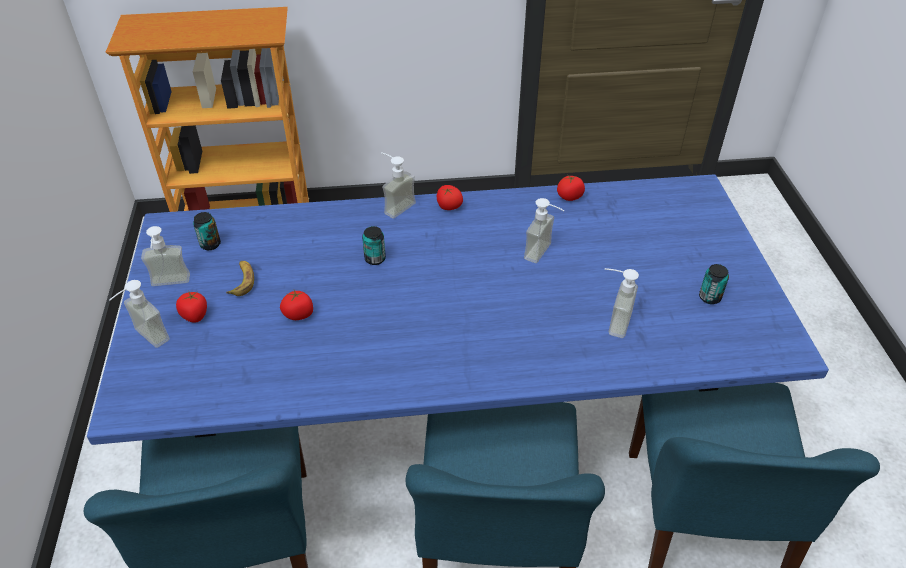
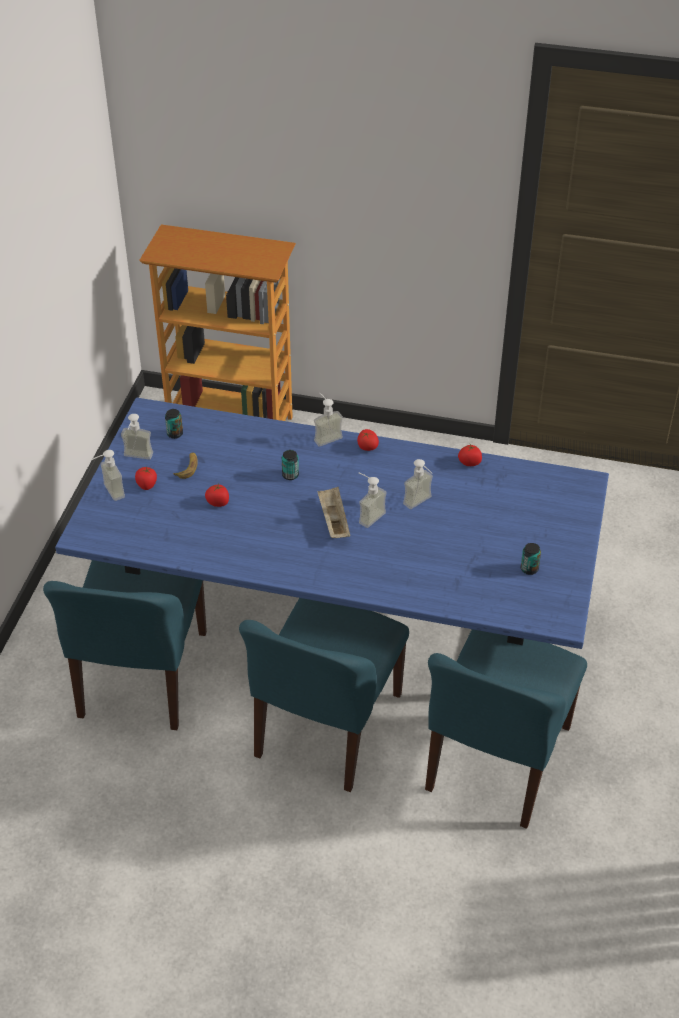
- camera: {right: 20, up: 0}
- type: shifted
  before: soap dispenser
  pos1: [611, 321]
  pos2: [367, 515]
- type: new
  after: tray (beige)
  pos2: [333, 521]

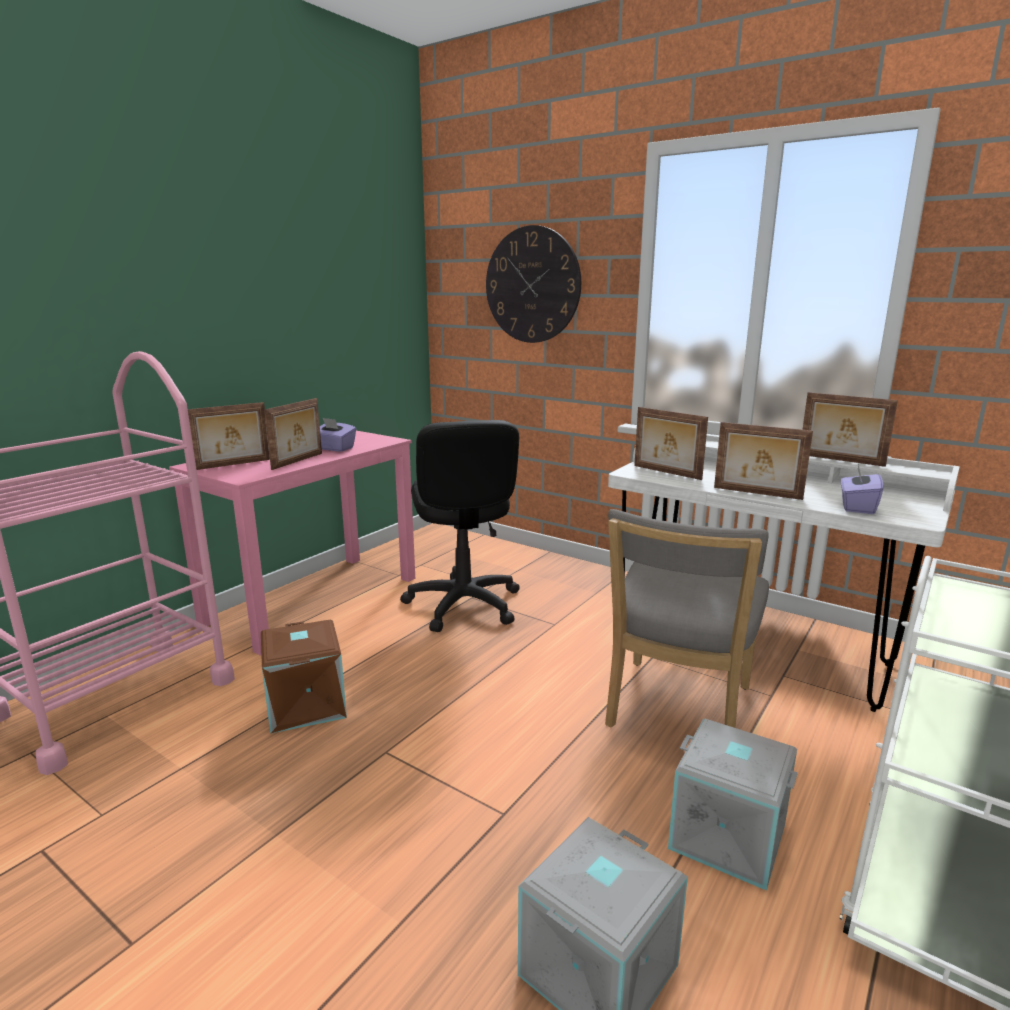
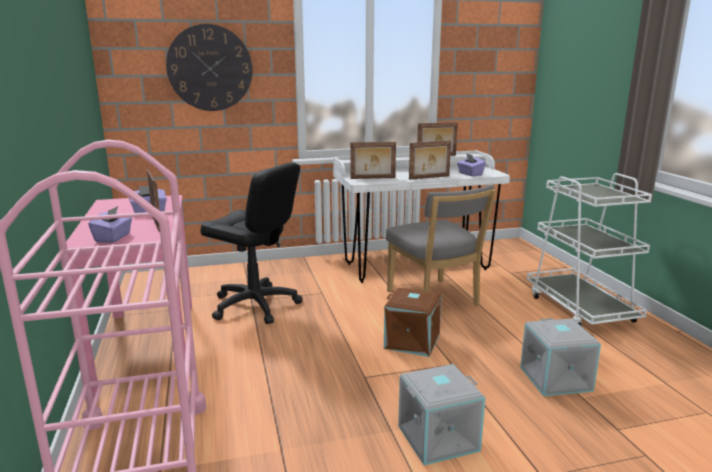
- camera: {right: -50, up: 0}
- type: swapped
  before: picture frame
  after: tissue box (purple)
  pos1: [233, 465]
  pos2: [113, 238]
- type: shifted
  before: storage box (brown)
  pos1: [308, 705]
  pos2: [412, 341]
- type: shifted
  before: storage box (grey)
  pos1: [729, 835]
  pos2: [438, 437]

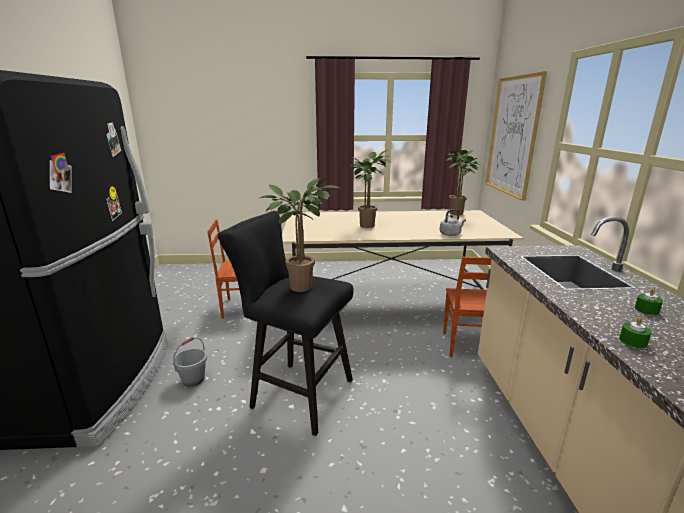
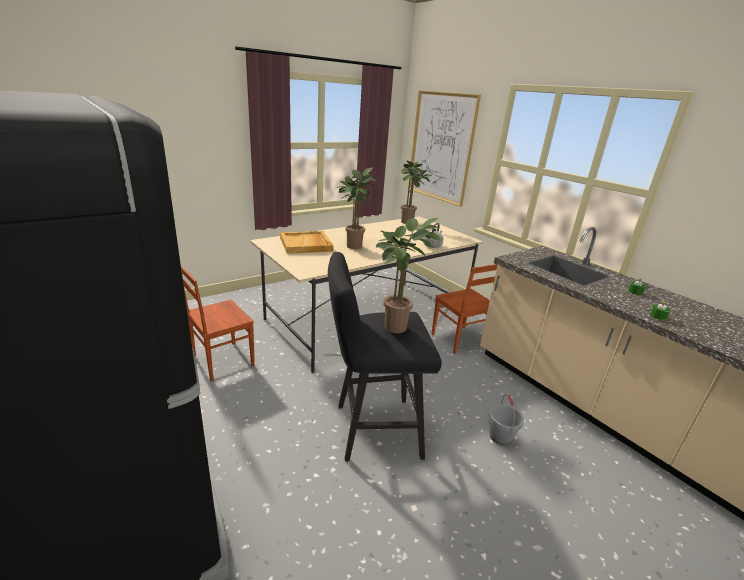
- camera: {right: -35, up: 5}
- type: shifted
  before: bucket (grey)
  pos1: [193, 379]
  pos2: [501, 437]
- type: new
  after: tray (beige)
  pos2: [306, 244]

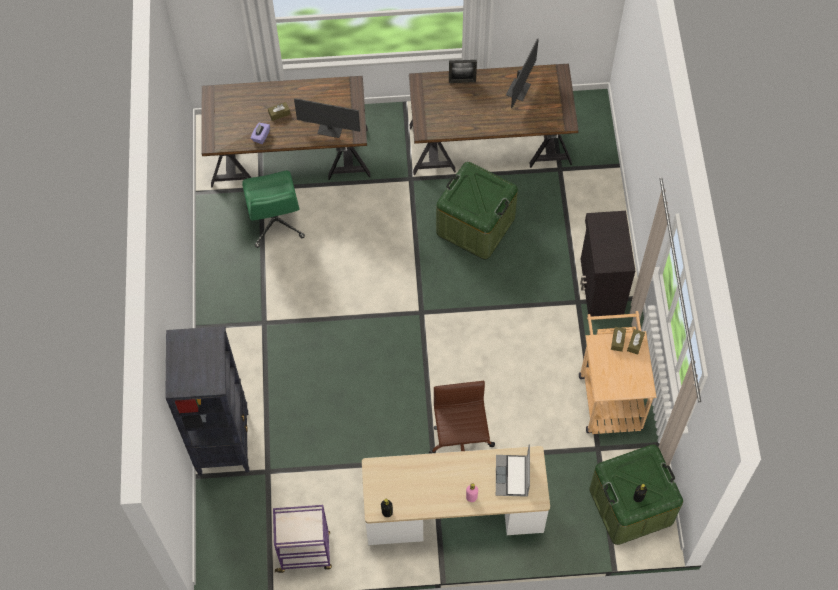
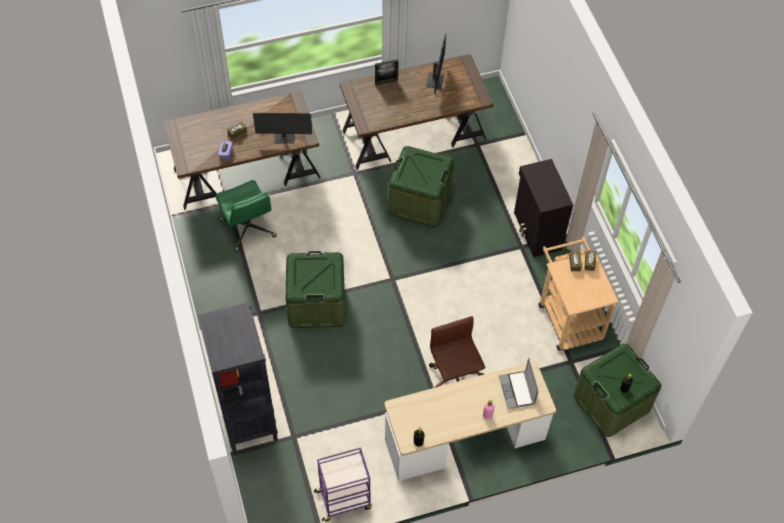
- camera: {right: -15, up: -5}
- type: new
  after: storage box (green)
  pos2: [316, 304]

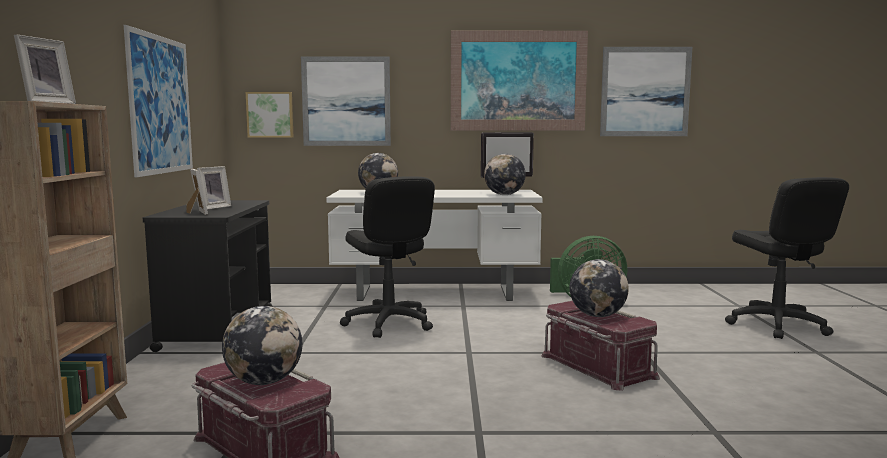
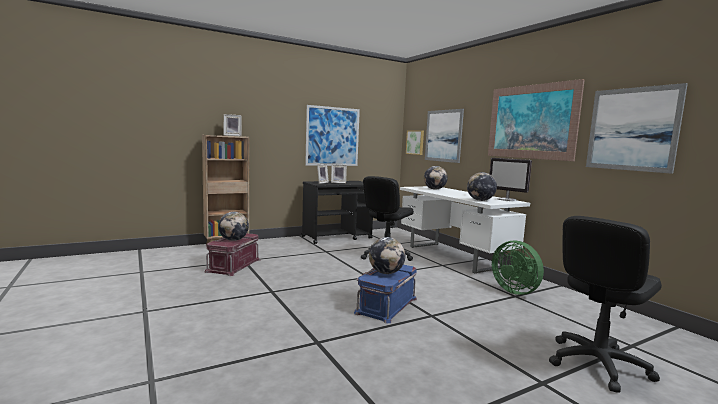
- camera: {right: 60, up: 0}
- type: repainted
  before: storage box (red)
  after: storage box (blue)
  pos1: [596, 366]
  pos2: [386, 305]

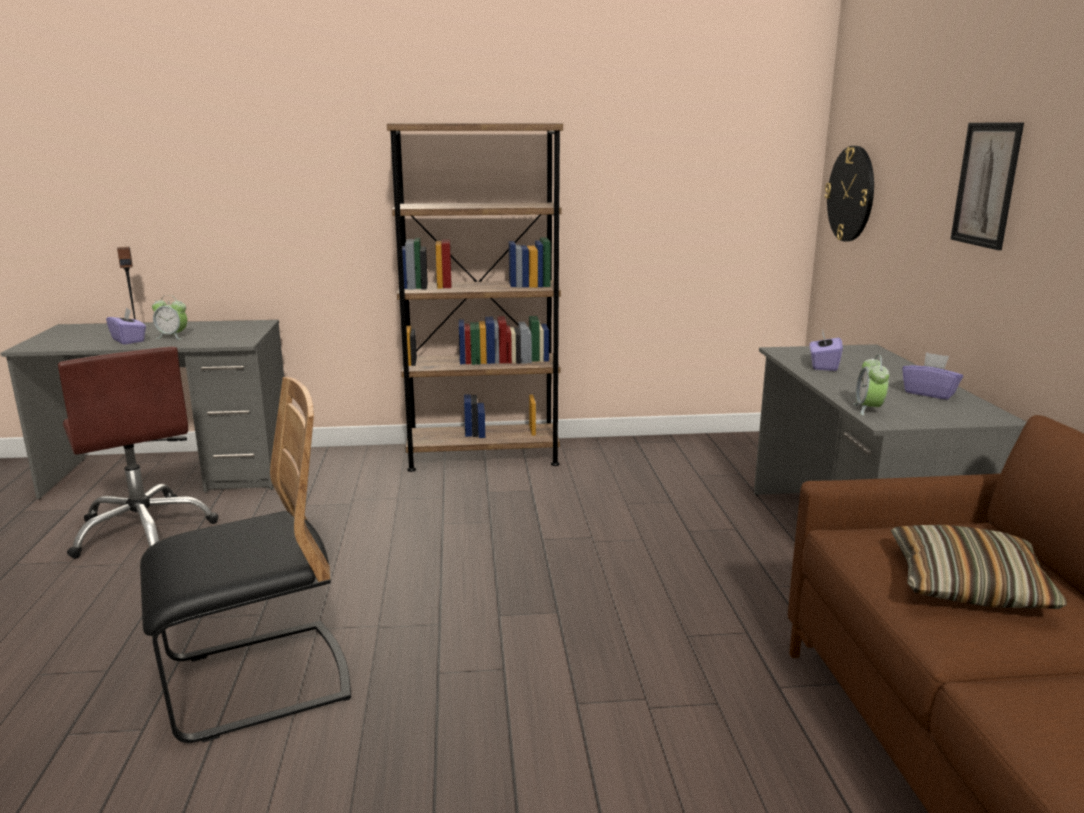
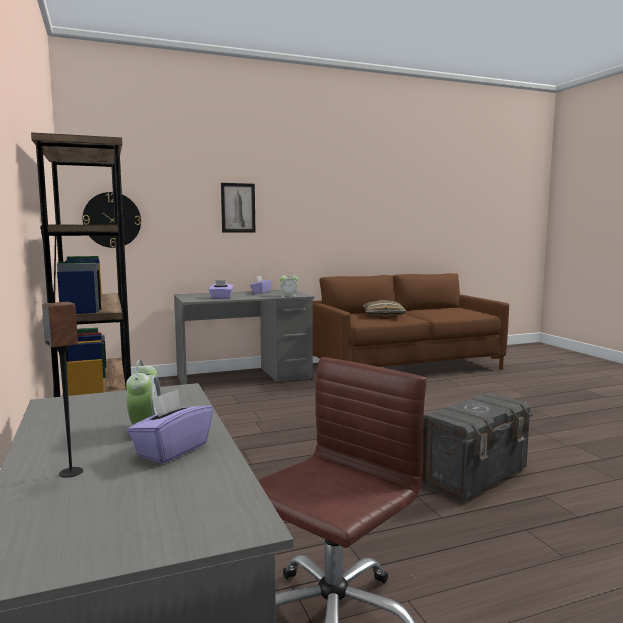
- camera: {right: -105, up: -10}
- type: swapped
  before: chair (black)
  after: storage box (grey)
  pos1: [256, 682]
  pos2: [475, 477]

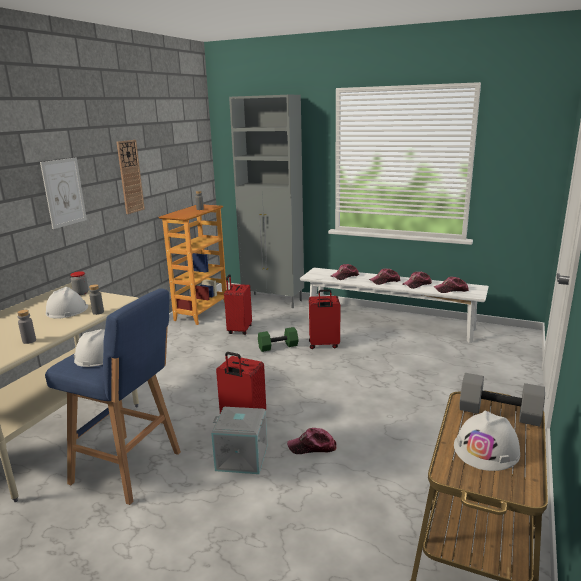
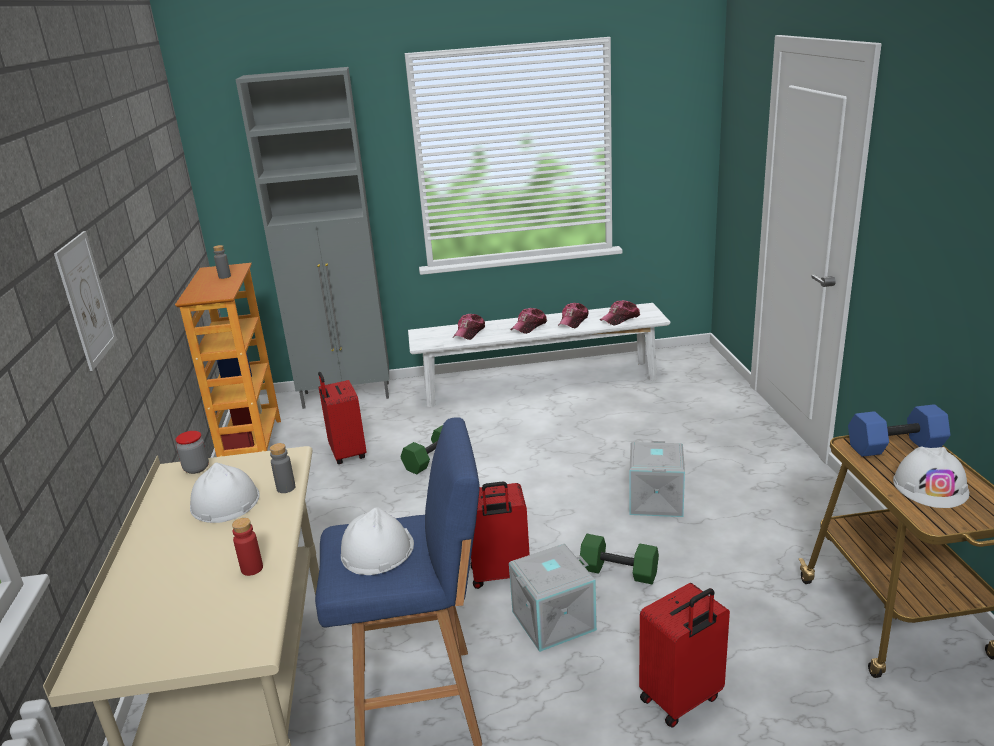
- camera: {right: -30, up: 5}
- type: gone
  before: wall clock
  pos1: [130, 177]
- type: shifted
  before: suitcase (red)
  pos1: [324, 345]
  pos2: [682, 700]
- type: repainted
  before: bottle (grey)
  after: bottle (red)
  pos1: [29, 341]
  pos2: [252, 568]
- type: repainted
  before: dumbbell (grey)
  after: dumbbell (blue)
  pos1: [498, 413]
  pos2: [895, 447]
- type: swapped
  before: cap
  after: dumbbell (green)
  pos1: [312, 447]
  pos2: [620, 571]
- type: new
  after: storage box (grey)
  pos2: [654, 500]

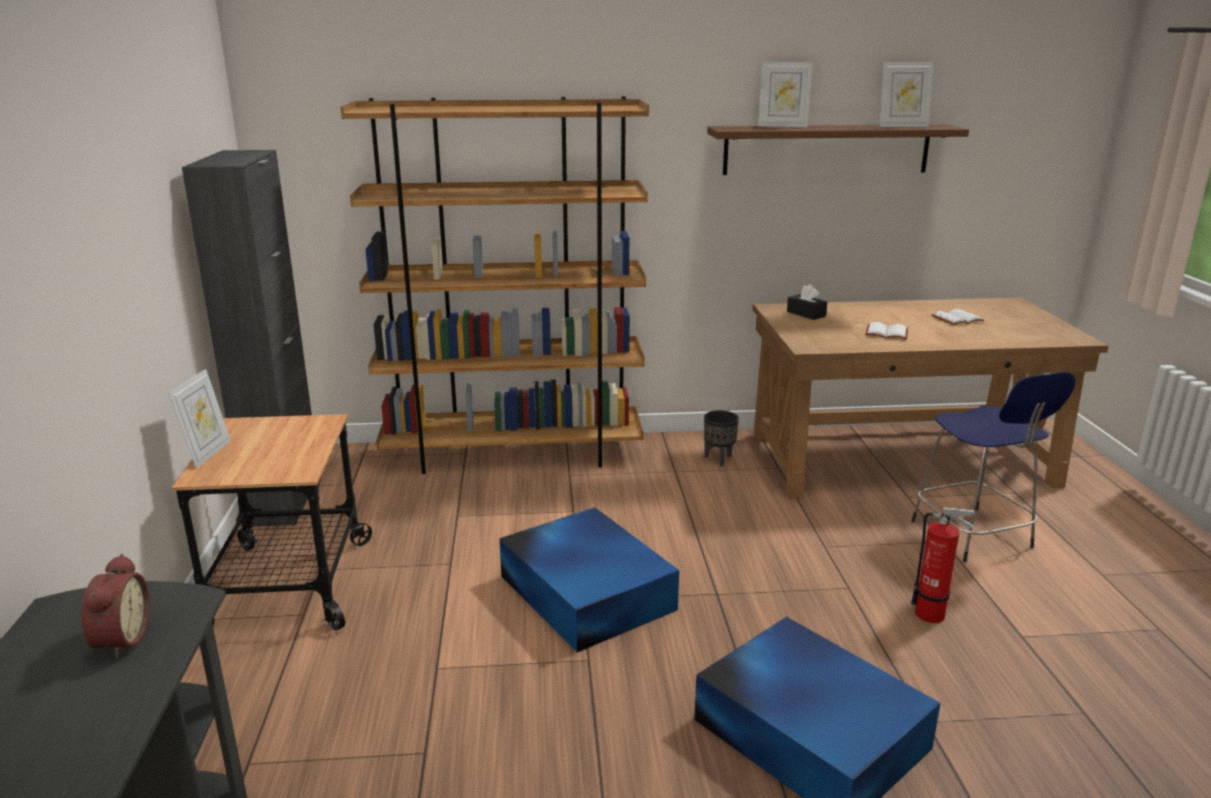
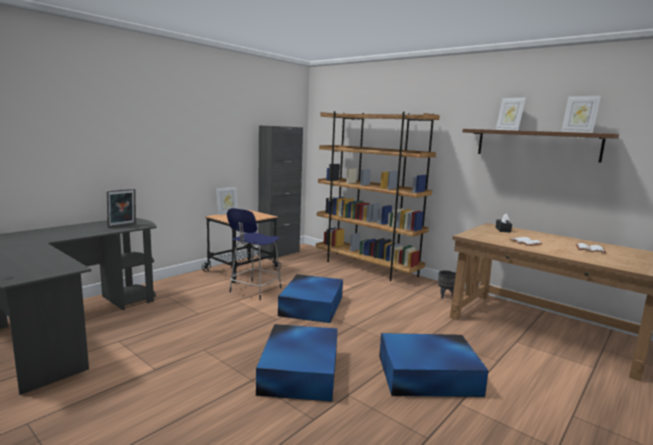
- camera: {right: 45, up: -10}
- type: shifted
  before: stool (blue)
  pos1: [973, 536]
  pos2: [254, 290]
- type: swapped
  before: fire extinguisher
  after: storage box (blue)
  pos1: [933, 616]
  pos2: [429, 375]
- type: swapped
  before: alarm clock
  after: picture frame
  pos1: [119, 640]
  pos2: [122, 225]

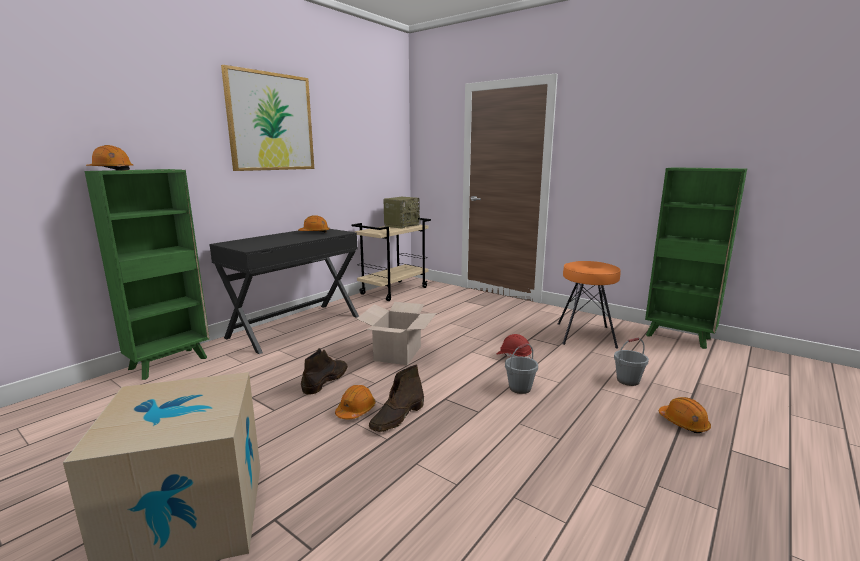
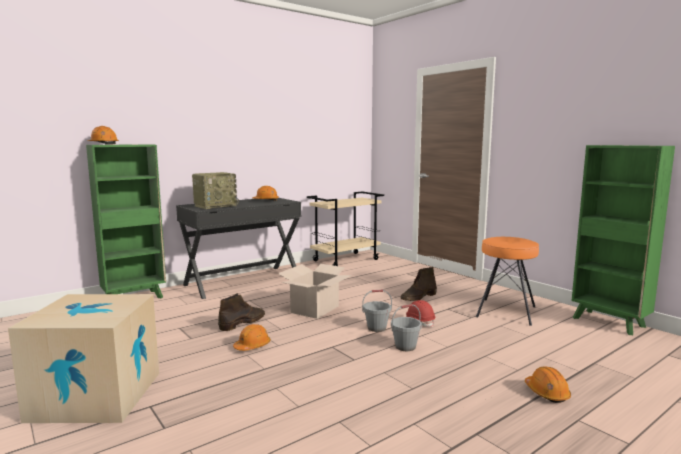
- camera: {right: 15, up: -5}
- type: gone
  before: picture
  pos1: [271, 122]
- type: shifted
  before: radio
  pos1: [402, 225]
  pos2: [216, 206]
- type: shifted
  before: bucket (grey)
  pos1: [627, 380]
  pos2: [377, 328]
- type: shifted
  before: boot (brown)
  pos1: [397, 417]
  pos2: [418, 297]

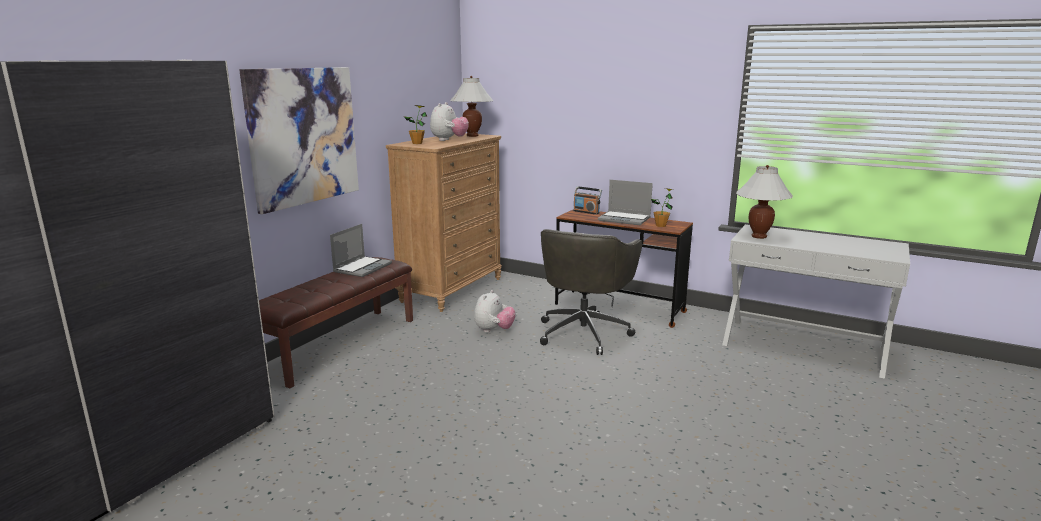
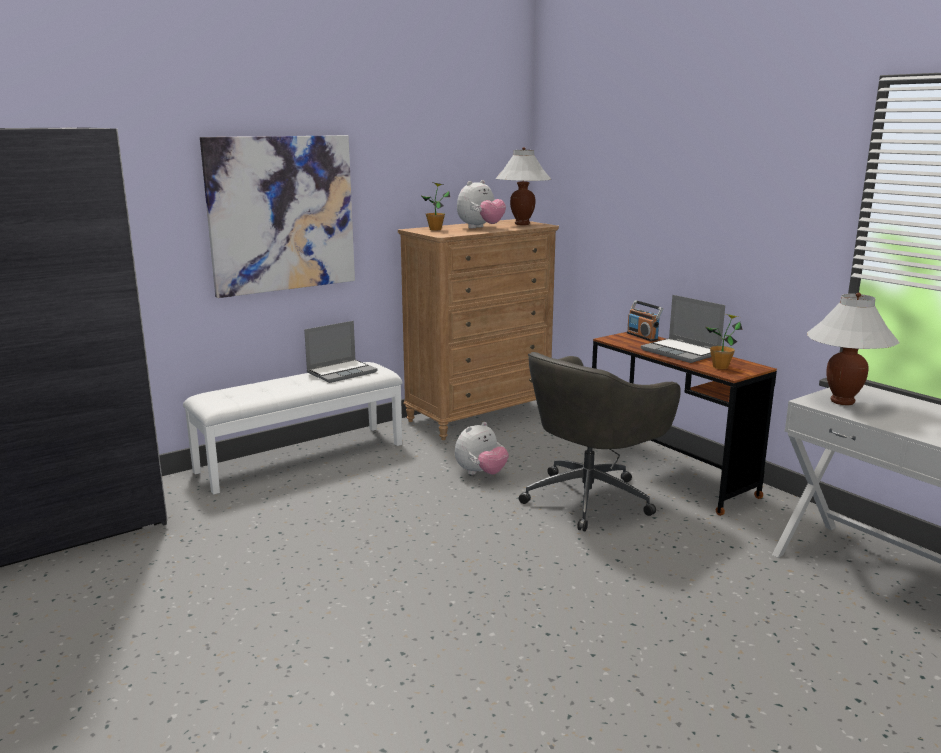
- camera: {right: 25, up: 0}
- type: repainted
  before: bench (brown)
  after: bench (white)
  pos1: [338, 345]
  pos2: [301, 457]

